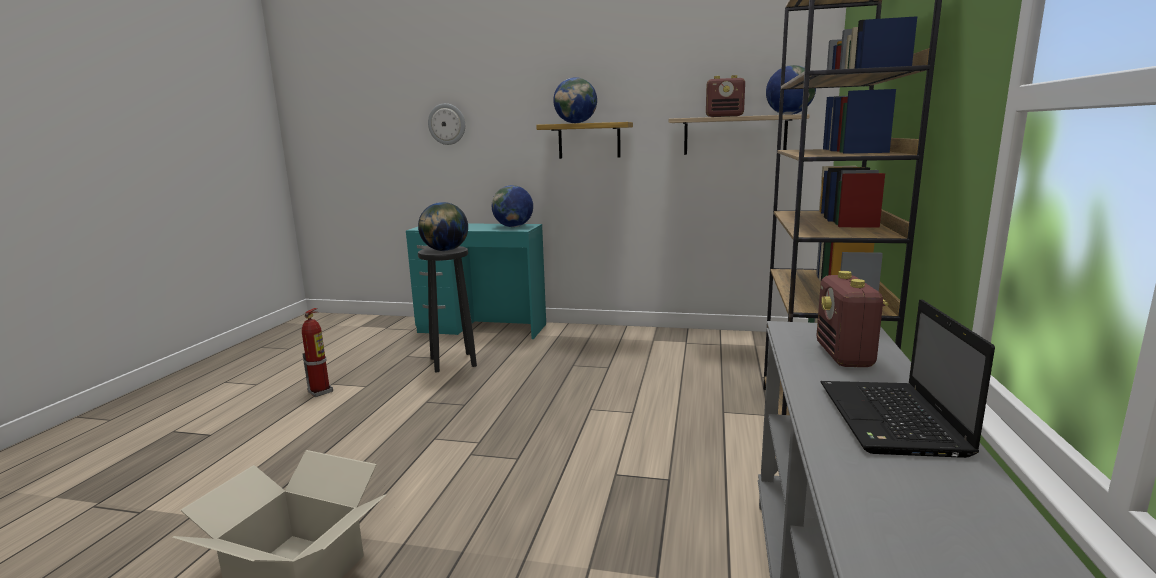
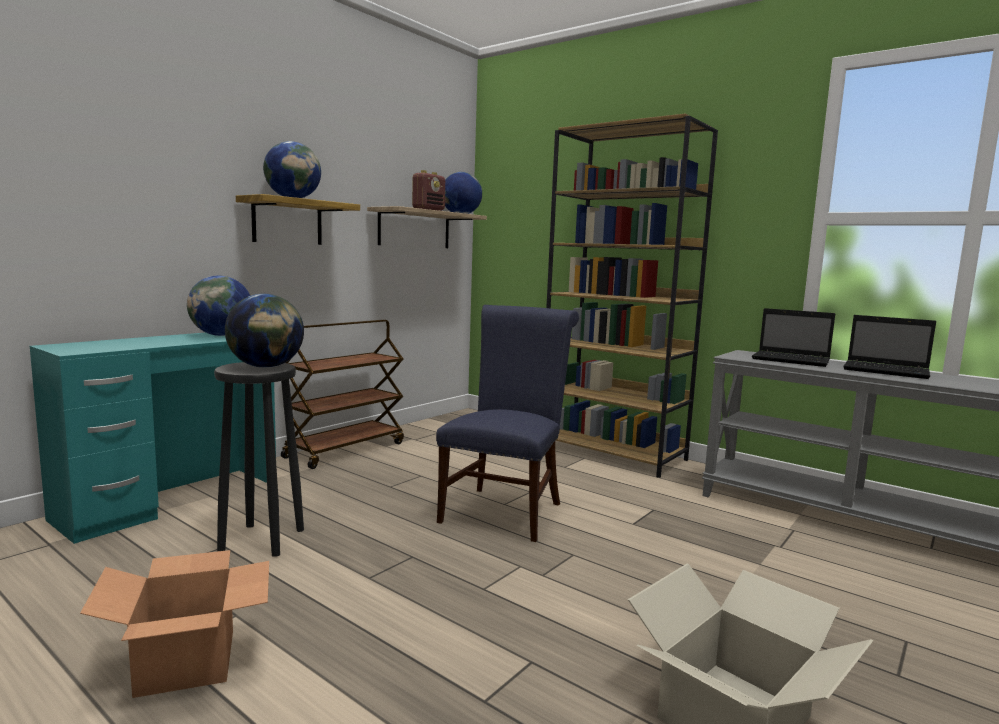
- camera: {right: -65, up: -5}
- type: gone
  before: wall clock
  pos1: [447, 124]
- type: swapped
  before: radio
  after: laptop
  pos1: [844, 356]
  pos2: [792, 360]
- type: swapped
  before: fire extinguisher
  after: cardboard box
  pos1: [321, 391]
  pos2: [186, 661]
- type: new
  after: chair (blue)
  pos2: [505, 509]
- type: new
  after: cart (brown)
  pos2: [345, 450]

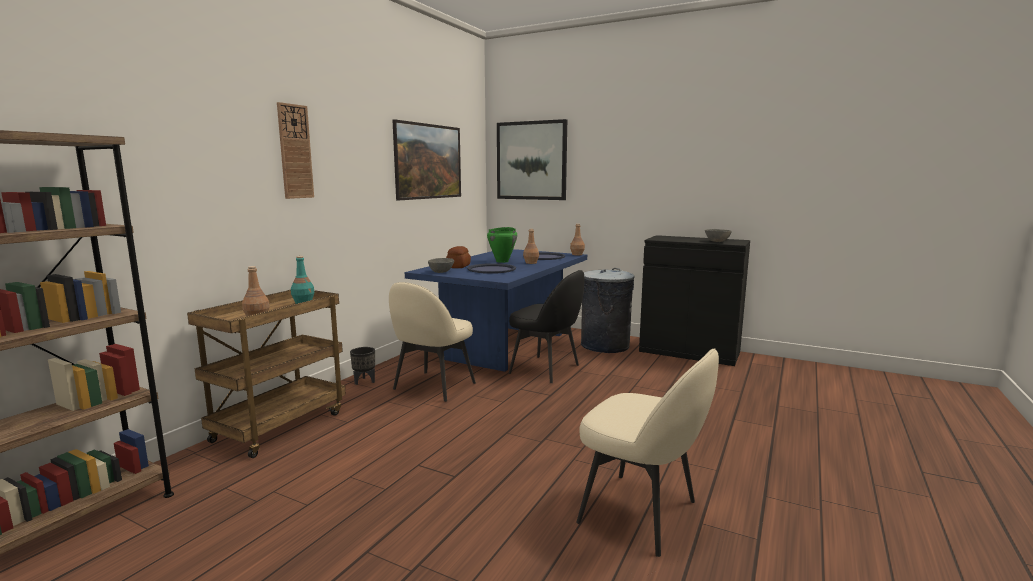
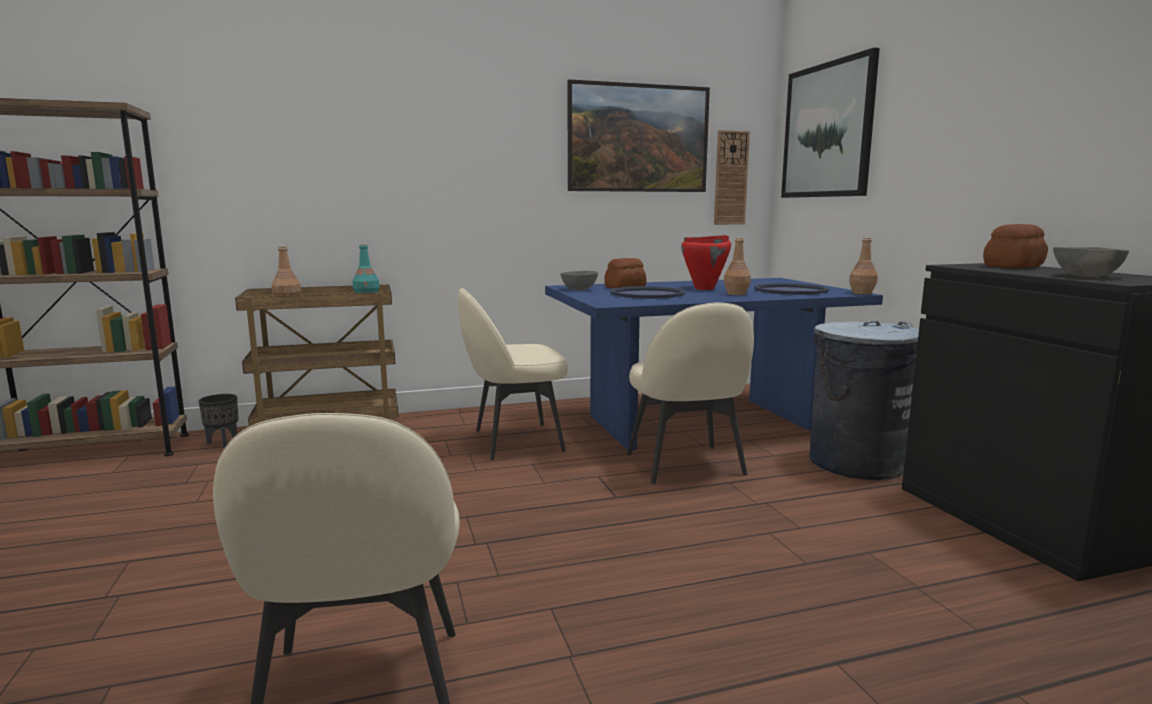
- camera: {right: 45, up: 0}
- type: shifted
  before: wall clock
  pos1: [295, 152]
  pos2: [730, 178]
- type: repainted
  before: cooking pot (green)
  after: cooking pot (red)
  pos1: [502, 261]
  pos2: [705, 288]
- type: repainted
  before: chair (black)
  after: chair (beige)
  pos1: [546, 369]
  pos2: [686, 465]
- type: shifted
  before: planter (black)
  pos1: [364, 381]
  pos2: [223, 442]
- type: new
  after: bread
  pos2: [1012, 266]

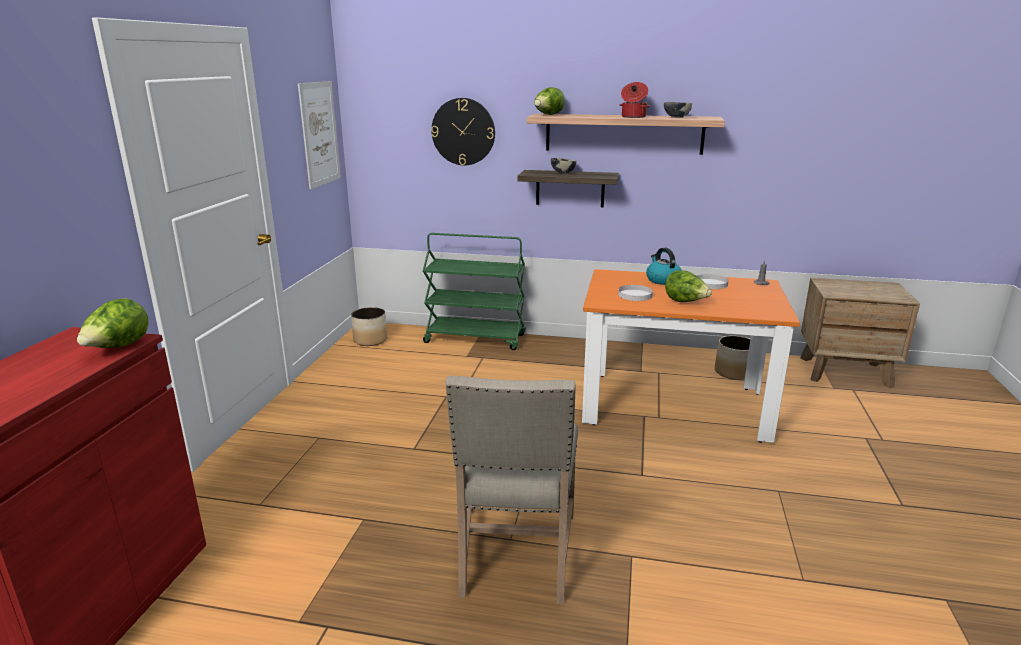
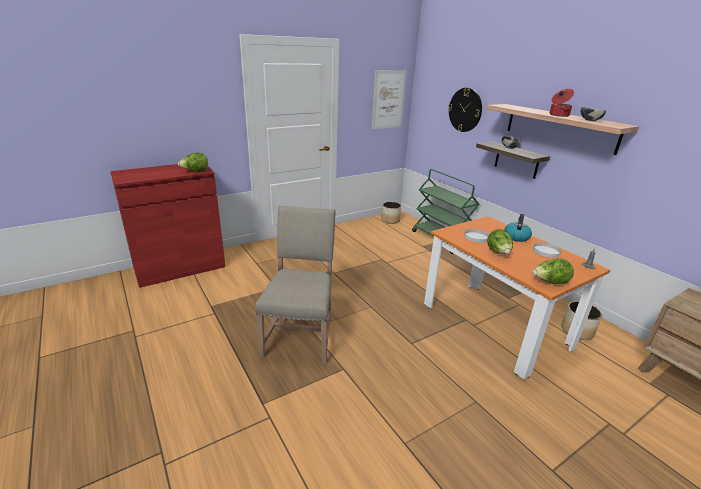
- camera: {right: 45, up: 5}
- type: shifted
  before: lettuce
  pos1: [548, 115]
  pos2: [549, 283]
- type: rotated
  before: chair (beige)
  pos1: [515, 556]
  pos2: [301, 335]
  turn: 135

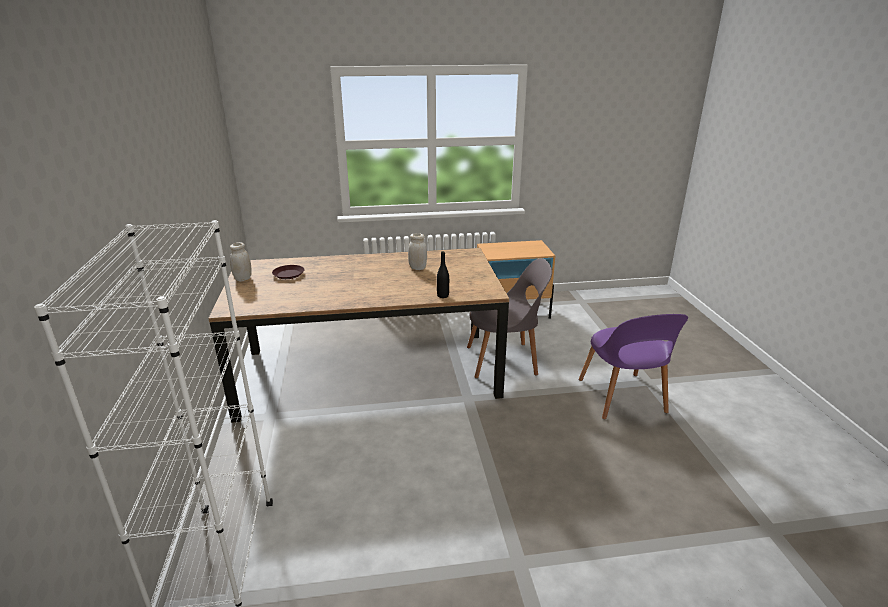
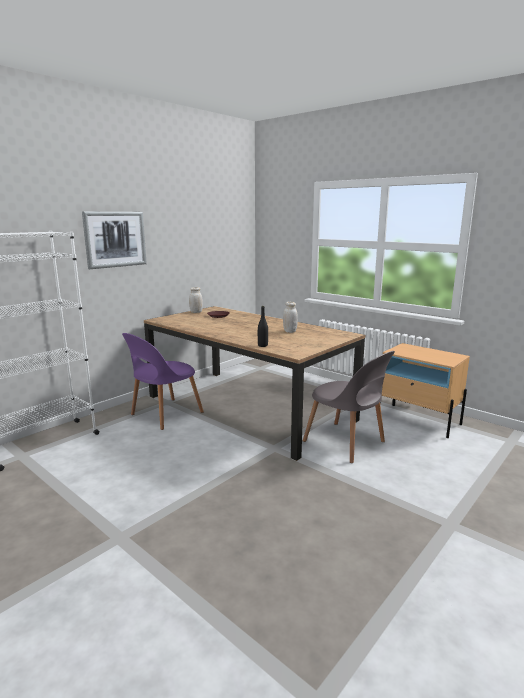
- camera: {right: 50, up: -10}
- type: shifted
  before: chair (purple)
  pos1: [622, 398]
  pos2: [164, 414]
- type: new
  after: picture
  pos2: [115, 239]

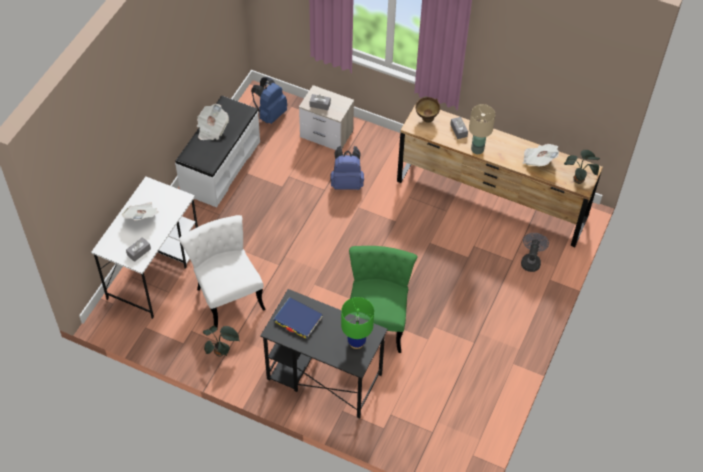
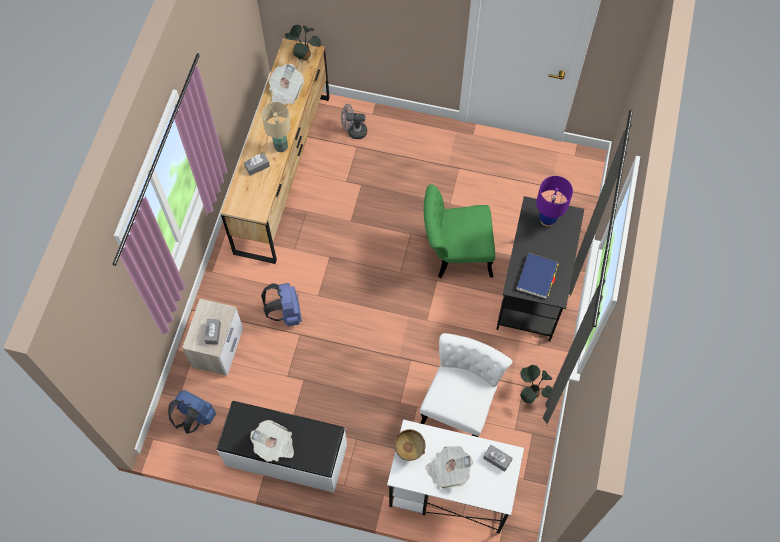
- camera: {right: -100, up: 10}
- type: shifted
  before: bowl (brown)
  pos1: [426, 119]
  pos2: [410, 451]
- type: rotated
  before: chair (white)
  pos1: [227, 293]
  pos2: [459, 404]
  turn: 150
- type: repainted
  before: table lamp (green)
  after: table lamp (purple)
  pos1: [356, 342]
  pos2: [547, 219]

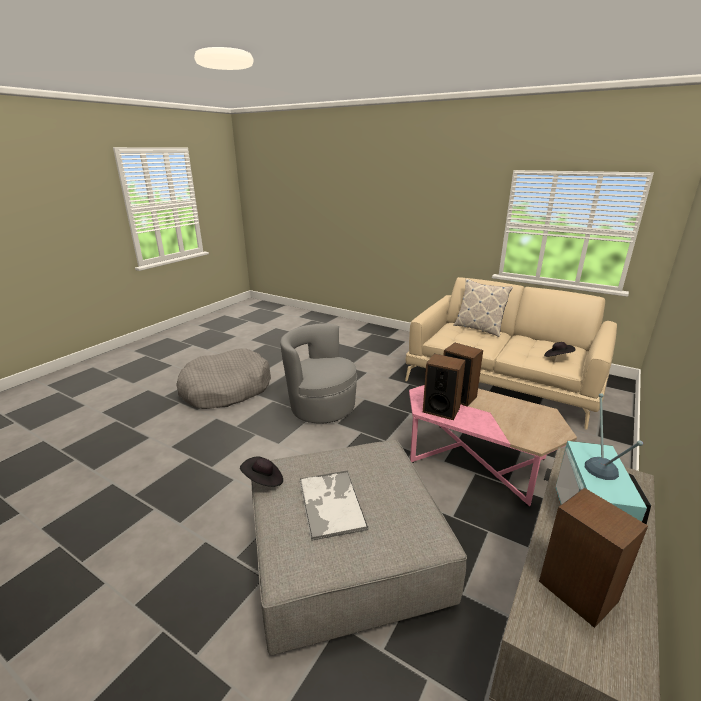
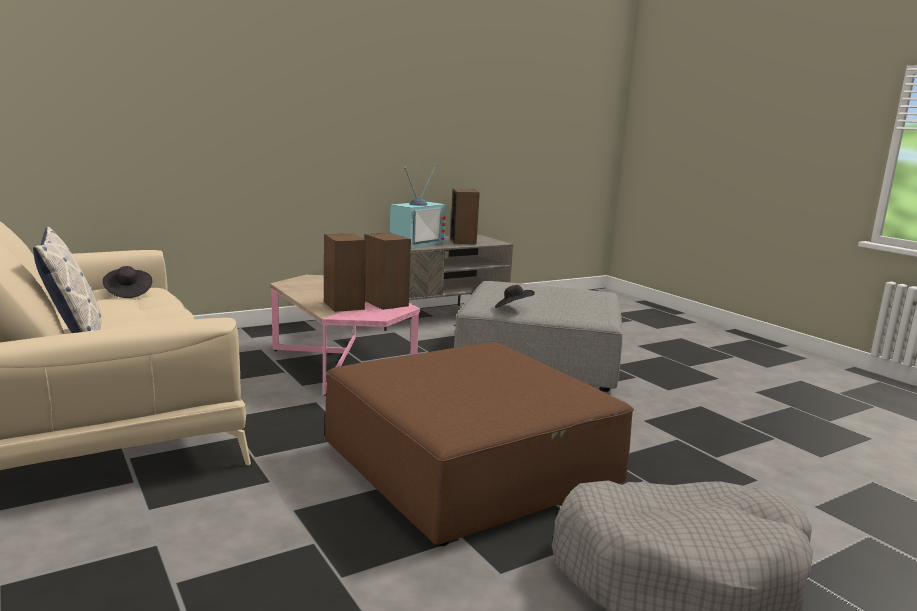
- camera: {right: -155, up: -10}
- type: swapped
  before: armchair (grey)
  after: ottoman (brown)
  pos1: [321, 407]
  pos2: [469, 467]
- type: shifted
  before: hat (black)
  pos1: [263, 481]
  pos2: [513, 308]
- type: gone
  before: tray
  pos1: [331, 503]

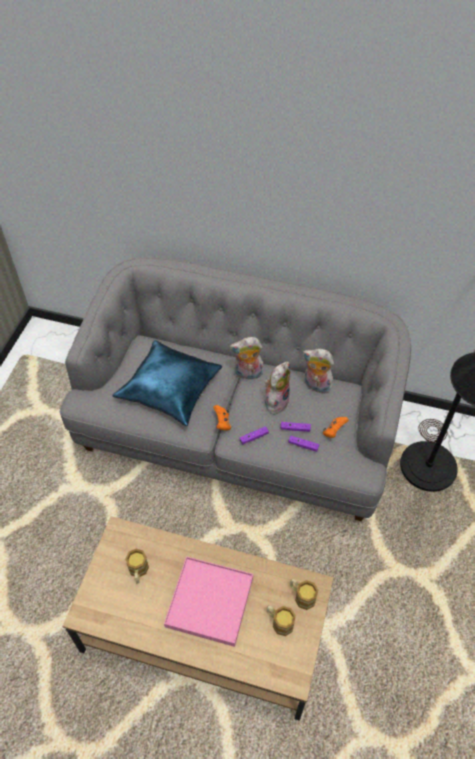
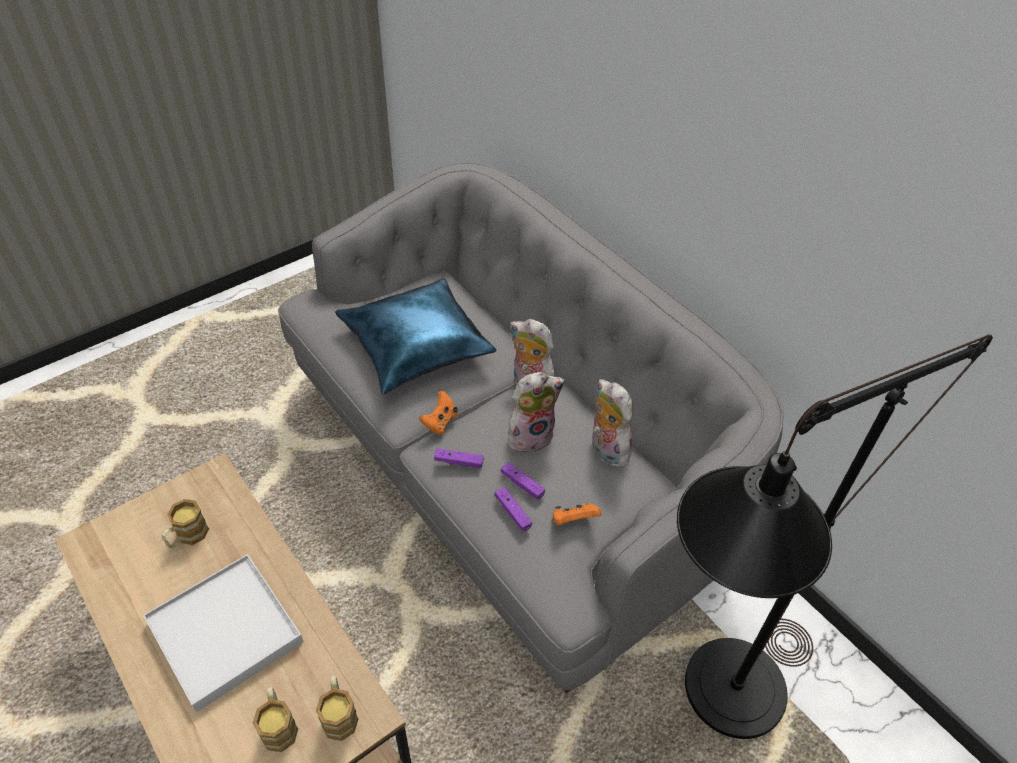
- camera: {right: 35, up: -5}
- type: repainted
  before: tray (pink)
  after: tray (white)
  pos1: [209, 602]
  pos2: [225, 632]

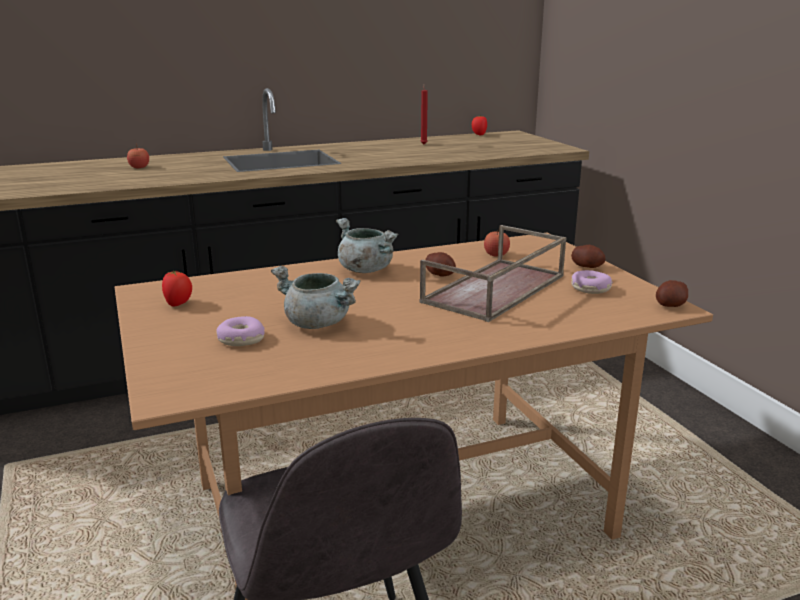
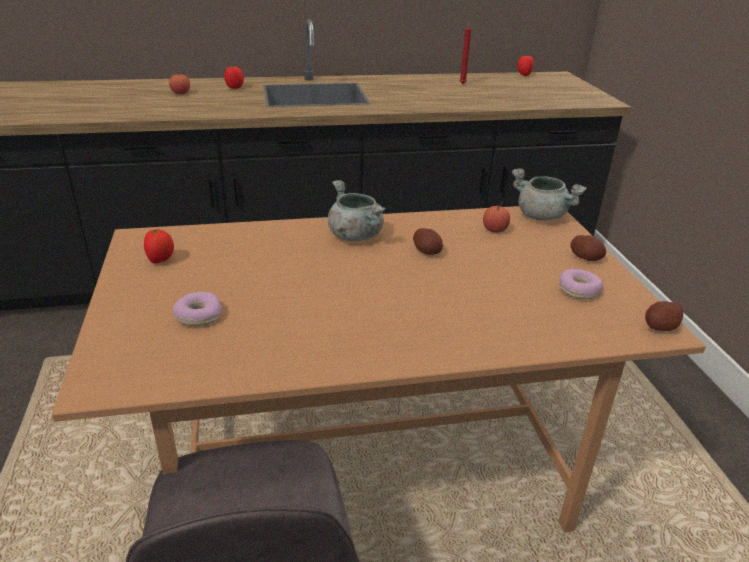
- camera: {right: 10, up: 10}
- type: gone
  before: tray (brown)
  pos1: [495, 289]
- type: shifted
  before: cooking pot (grey)
  pos1: [318, 323]
  pos2: [542, 216]
- type: new
  after: tomato
  pos2: [234, 88]

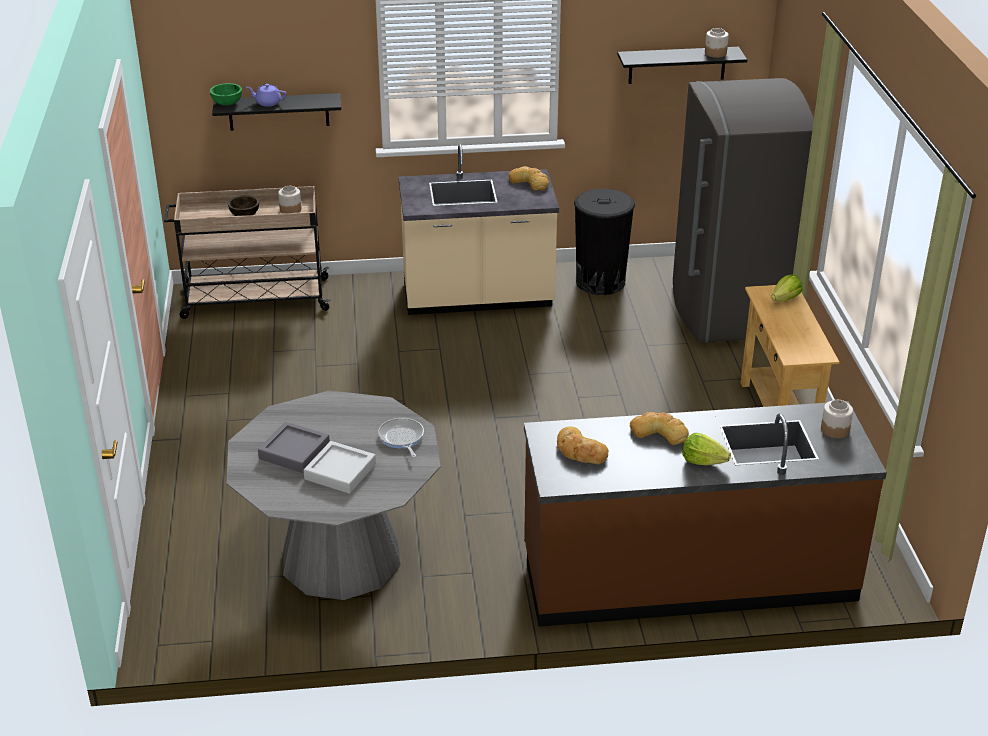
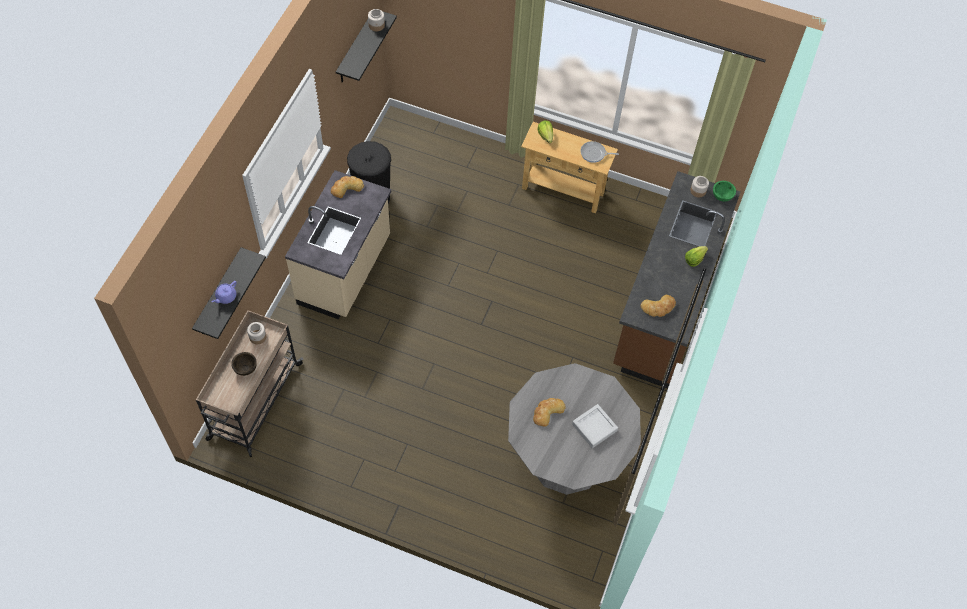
- camera: {right: -65, up: 25}
- type: gone
  before: fridge (grey)
  pos1: [727, 311]
- type: shifted
  before: bowl (green)
  pos1: [227, 103]
  pos2: [722, 196]
- type: shifted
  before: bread
  pos1: [659, 432]
  pos2: [547, 412]
- type: shifted
  before: frying pan
  pos1: [401, 438]
  pos2: [594, 153]
- type: gone
  before: tray (grey)
  pos1: [294, 452]

